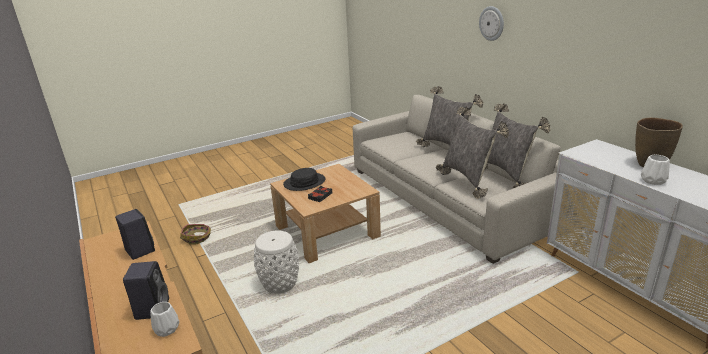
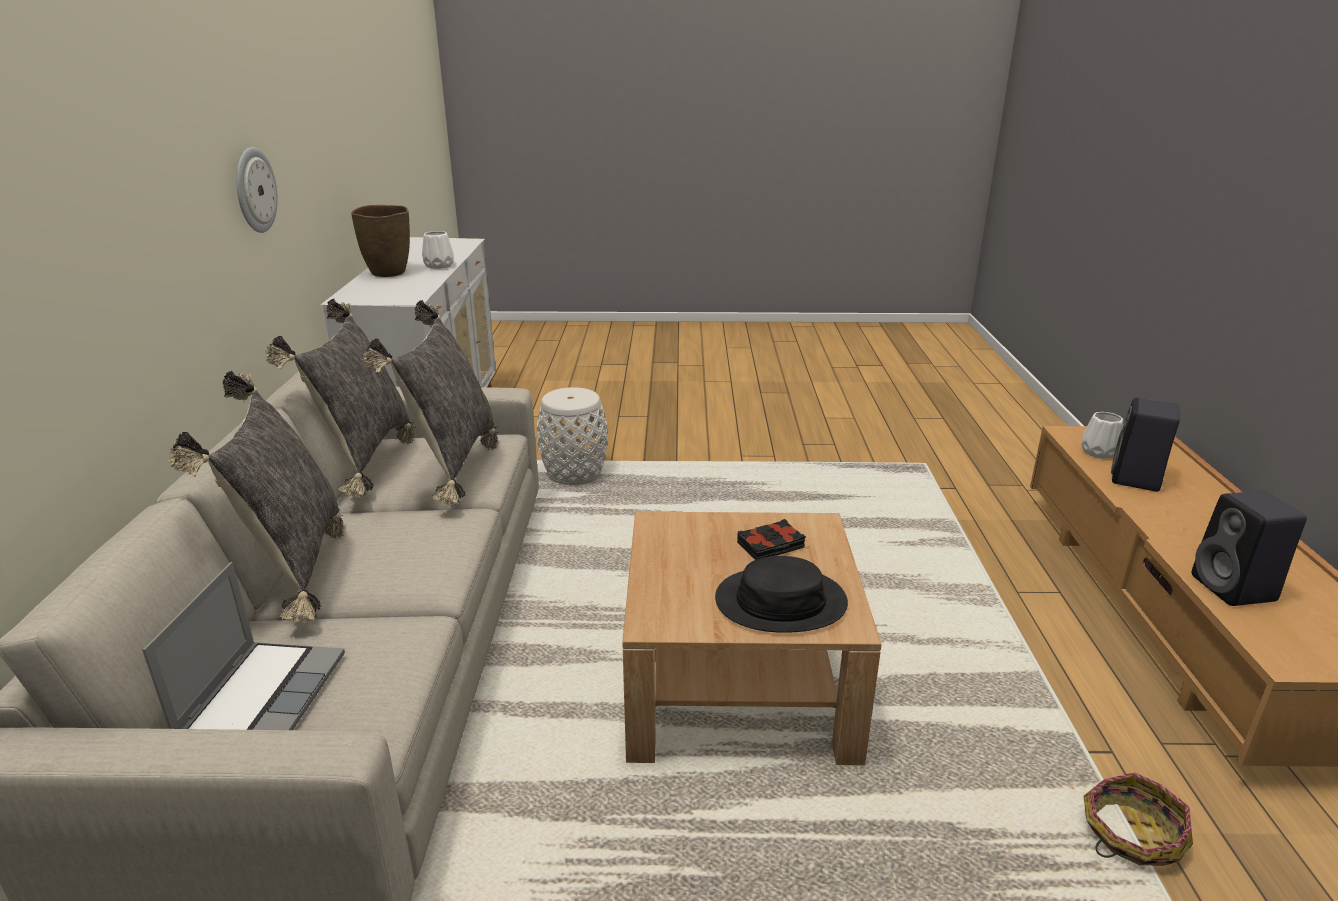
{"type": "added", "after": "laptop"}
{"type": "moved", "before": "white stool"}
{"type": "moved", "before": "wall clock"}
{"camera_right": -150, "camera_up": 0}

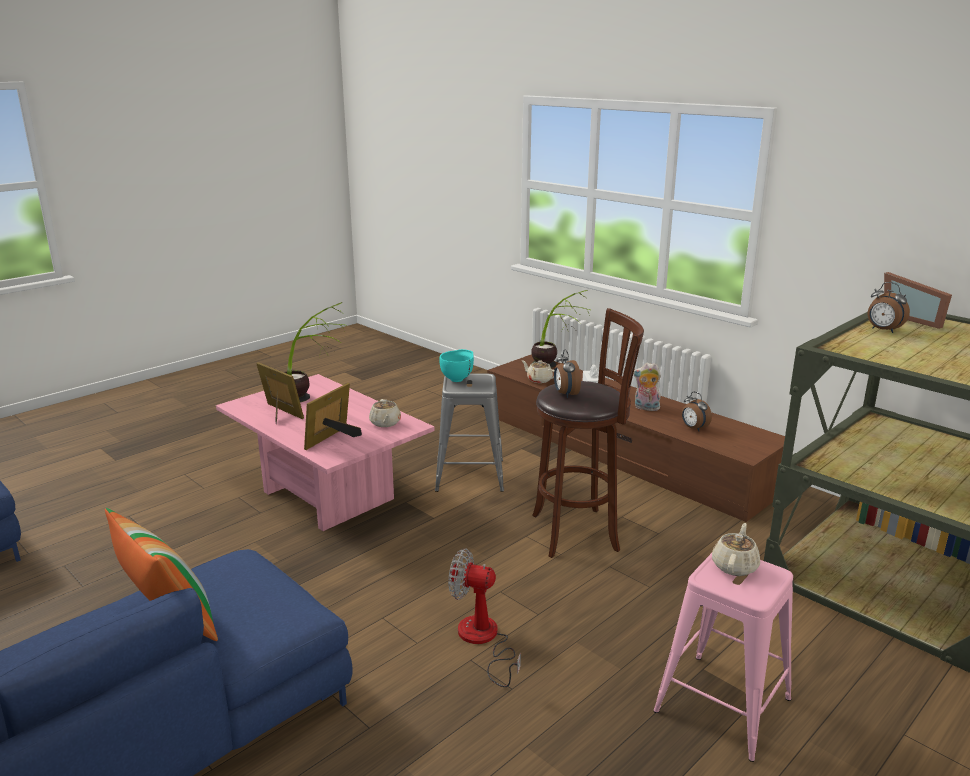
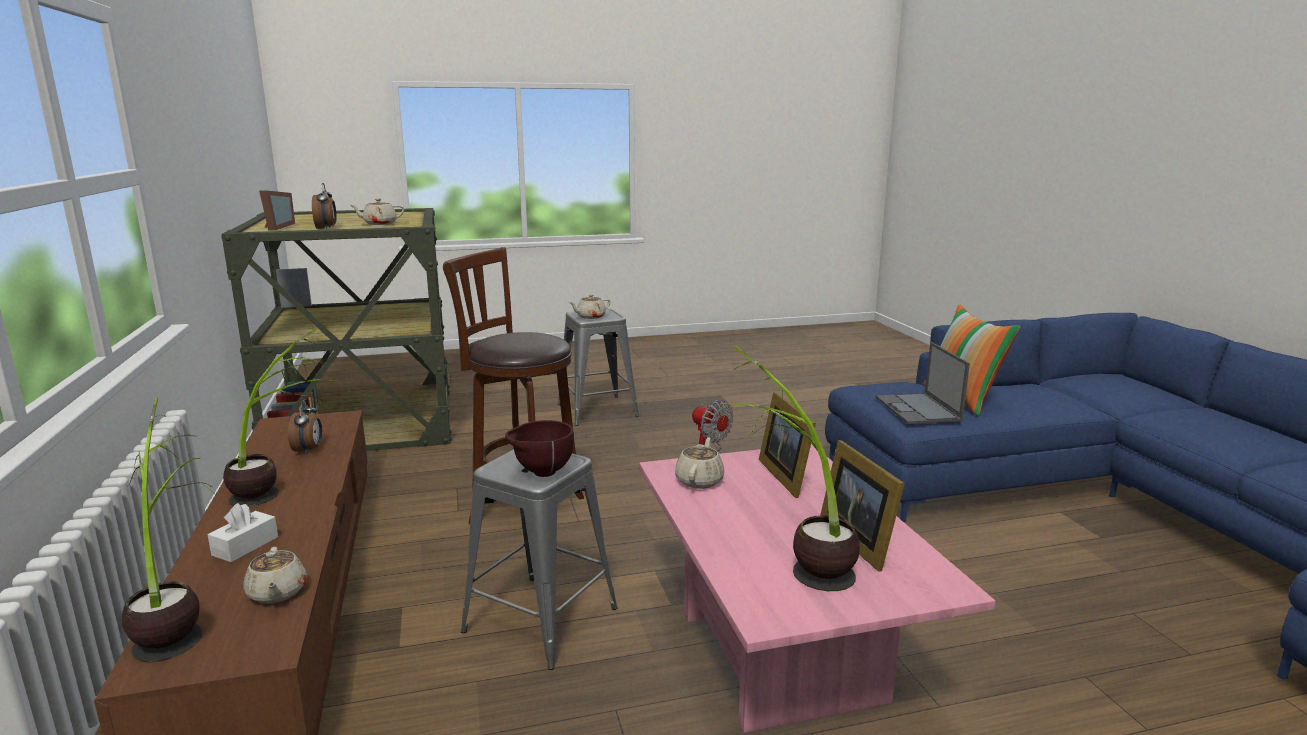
{"type": "removed", "before": "alarm clock (1st from left)"}
{"type": "added", "after": "beige teapot (2nd from left)"}
{"type": "added", "after": "laptop"}
{"type": "replaced", "before": "plush toy", "after": "potted plant (2nd from left)"}
{"type": "recoloured", "before": "turquoise bowl", "after": "brown bowl"}
{"type": "recoloured", "before": "pink stool", "after": "grey stool (2nd from left)"}
{"type": "turned", "before": "picture frame (2nd from left)", "turn": 105}
{"camera_right": -150, "camera_up": -5}

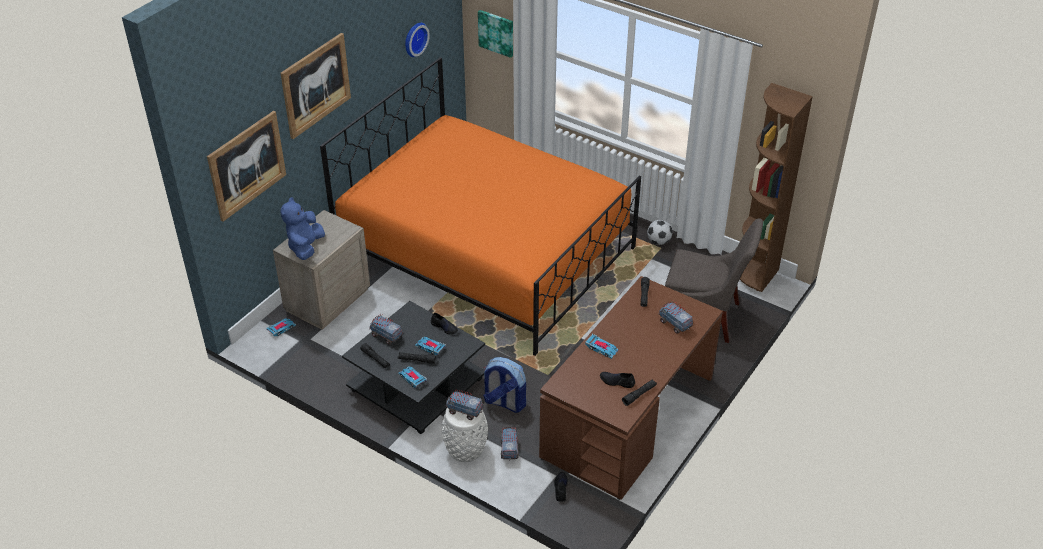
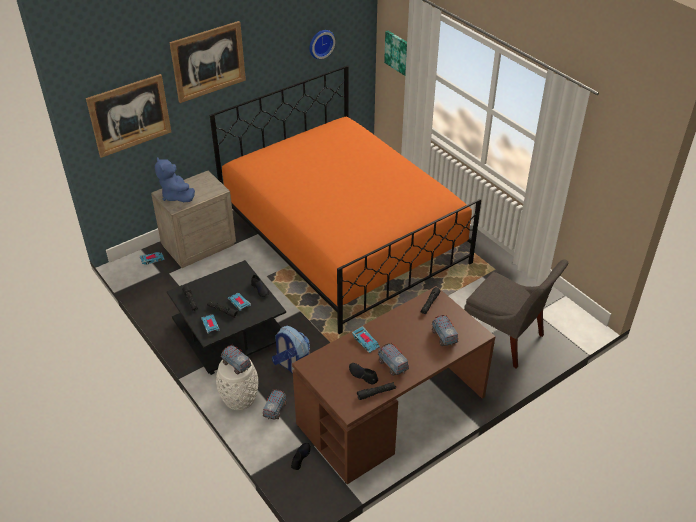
{"type": "removed", "before": "football"}
{"type": "removed", "before": "brown bookcase"}
{"type": "moved", "before": "toy truck (1st from left in the first image)", "after": "toy truck (3rd from left)"}
{"type": "turned", "before": "blue plush toy", "turn": -60}
{"camera_right": 20, "camera_up": 0}

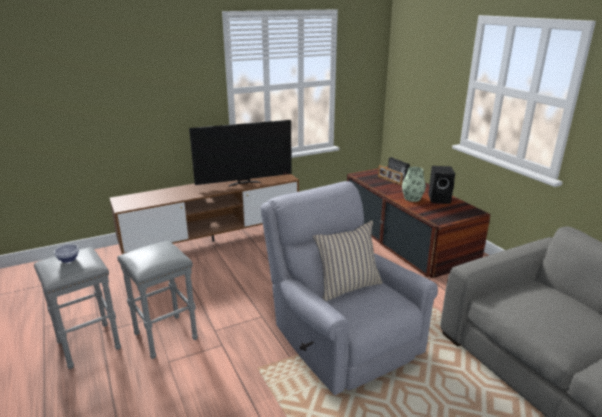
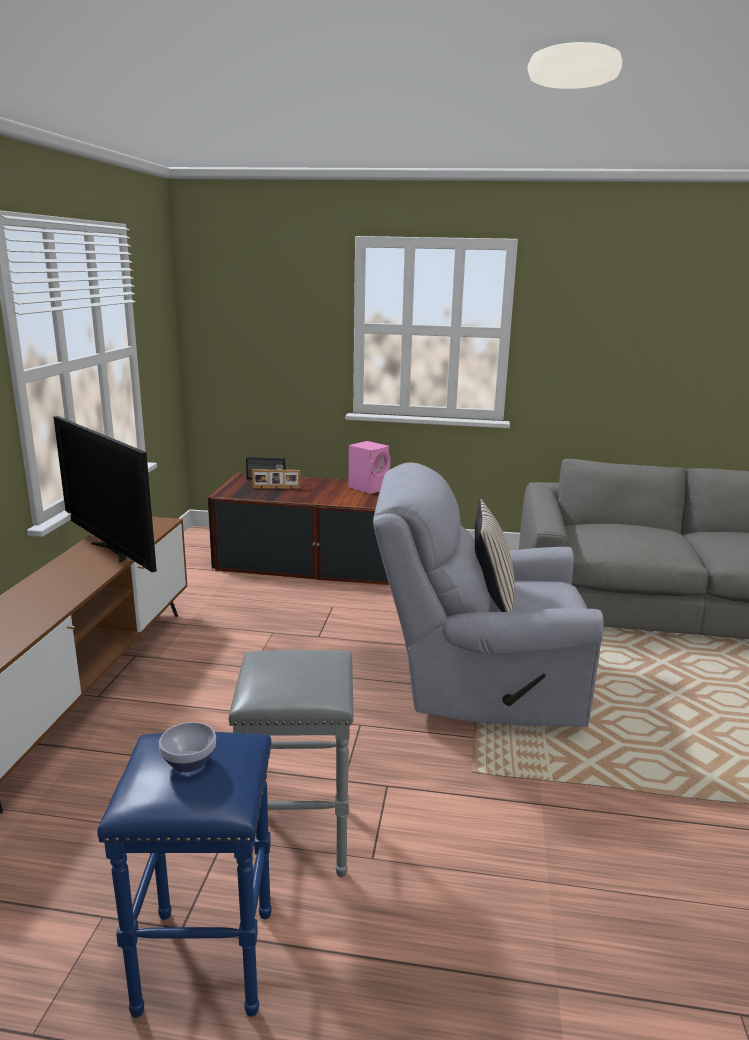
{"type": "removed", "before": "vase"}
{"type": "recoloured", "before": "grey stool (1st from left)", "after": "blue stool"}
{"type": "recoloured", "before": "black speaker", "after": "pink speaker"}
{"type": "turned", "before": "television", "turn": 120}
{"camera_right": -55, "camera_up": -5}

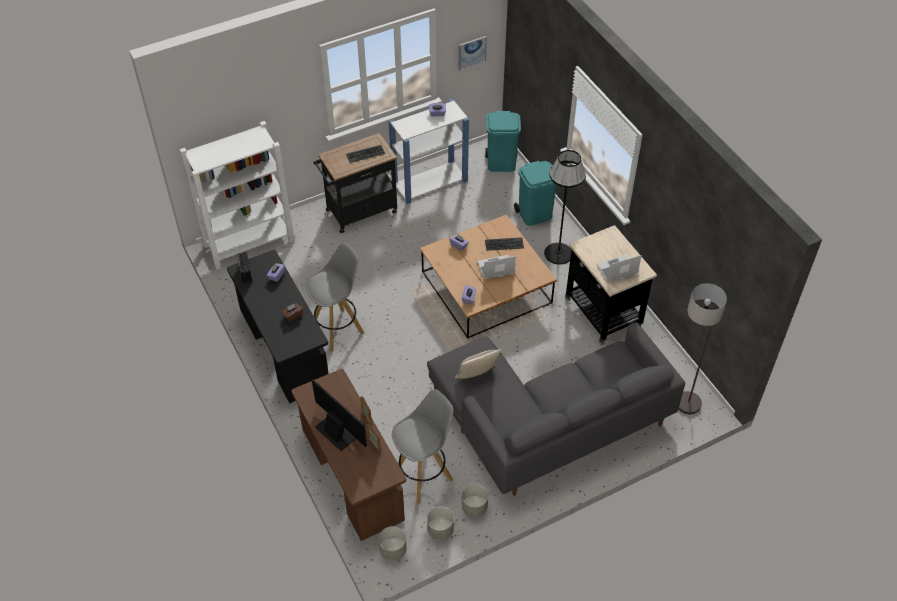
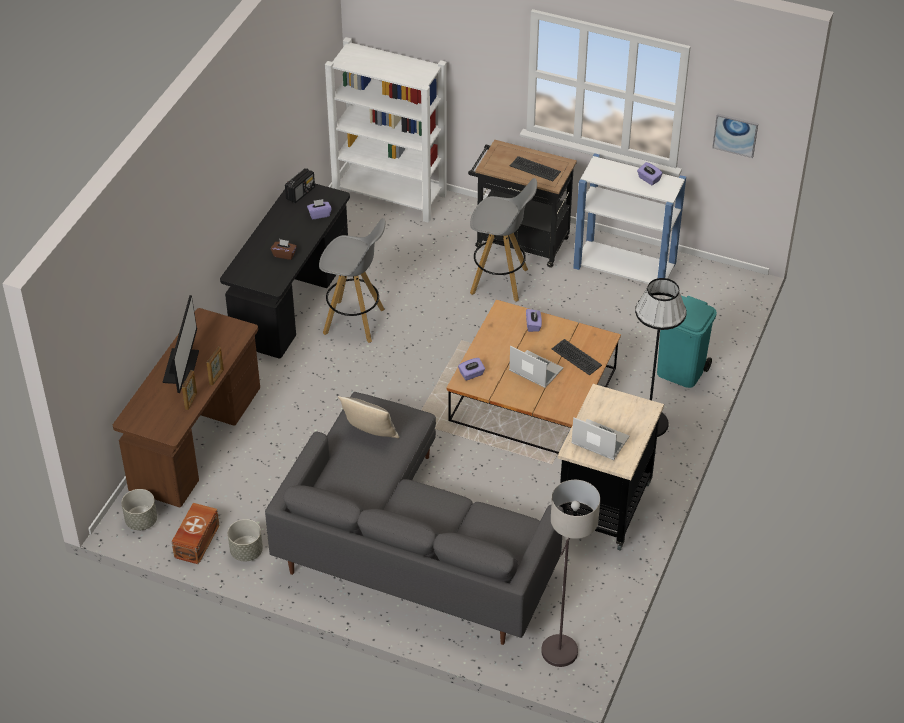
{"type": "removed", "before": "turquoise trash can (1st from left)"}
{"type": "moved", "before": "grey stool (2nd from left)"}
{"type": "replaced", "before": "grey planter (2nd from left)", "after": "brown storage box"}
{"camera_right": 50, "camera_up": -5}

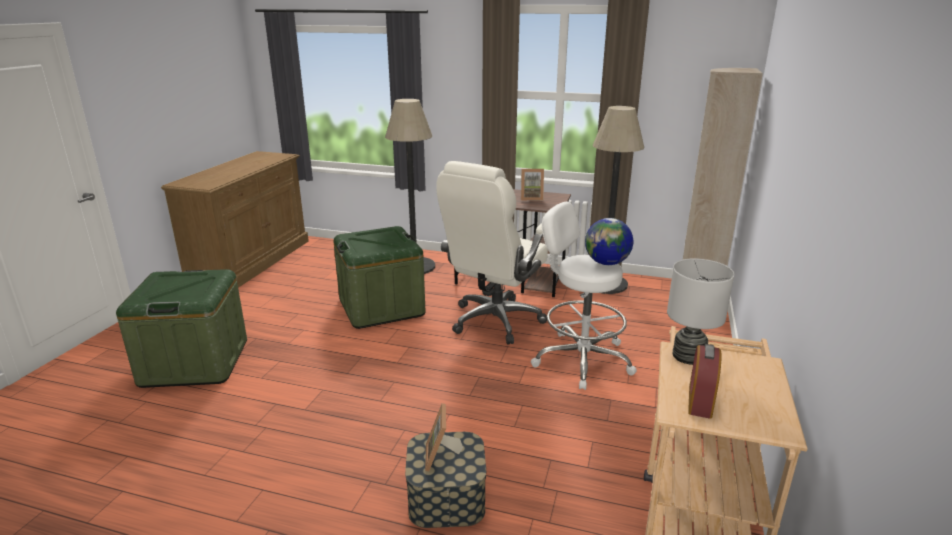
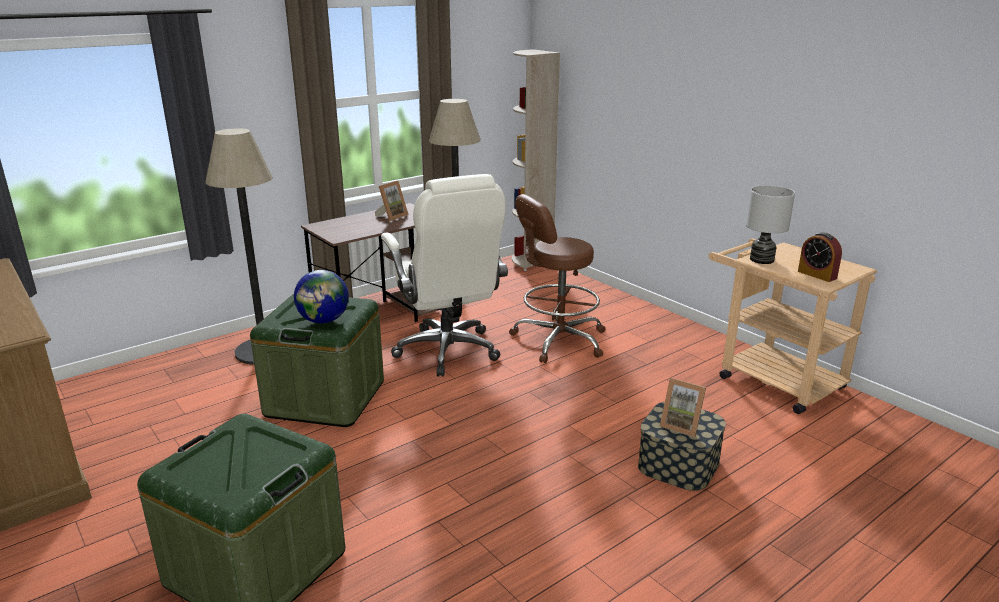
{"type": "moved", "before": "globe"}
{"type": "recoloured", "before": "white stool", "after": "brown stool"}
{"camera_right": -55, "camera_up": 0}

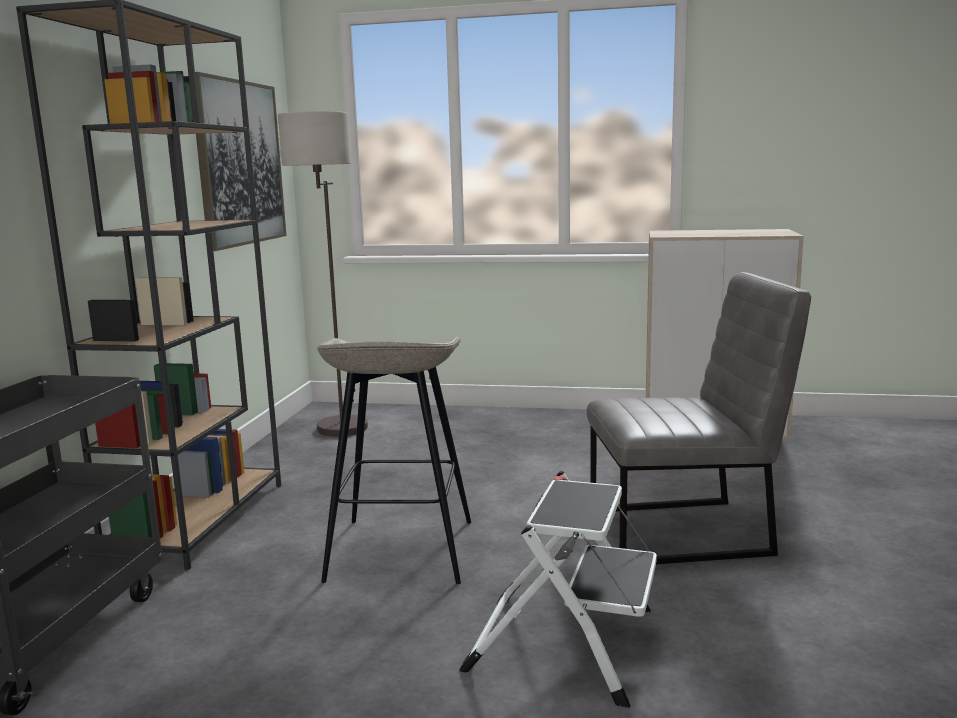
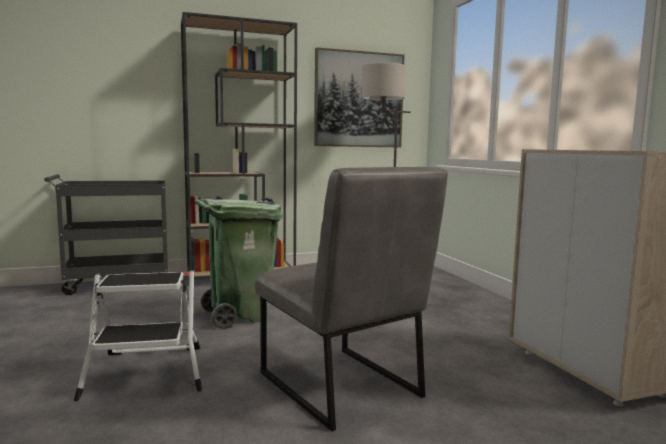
{"type": "replaced", "before": "grey stool", "after": "green trash can"}
{"camera_right": 60, "camera_up": -5}

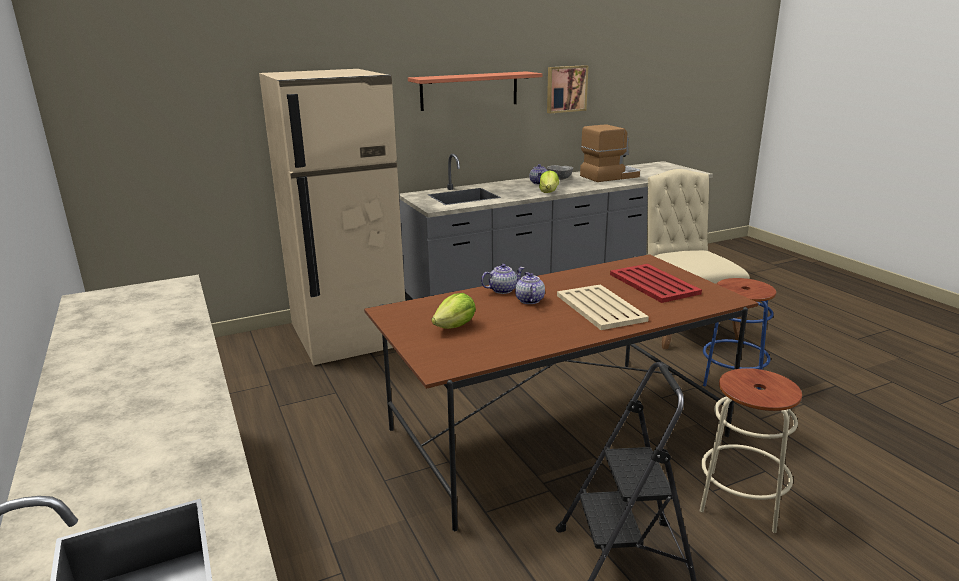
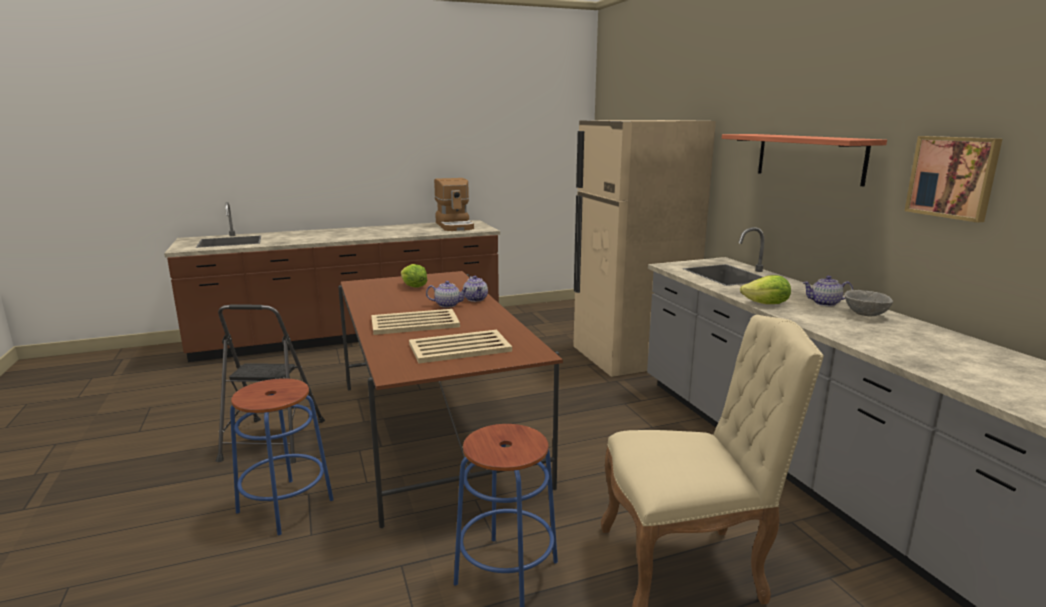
{"type": "moved", "before": "coffee machine"}
{"type": "recoloured", "before": "red tray", "after": "beige tray (2nd from left)"}
{"type": "recoloured", "before": "beige stool", "after": "blue stool (1st from left)"}
{"camera_right": 95, "camera_up": -5}

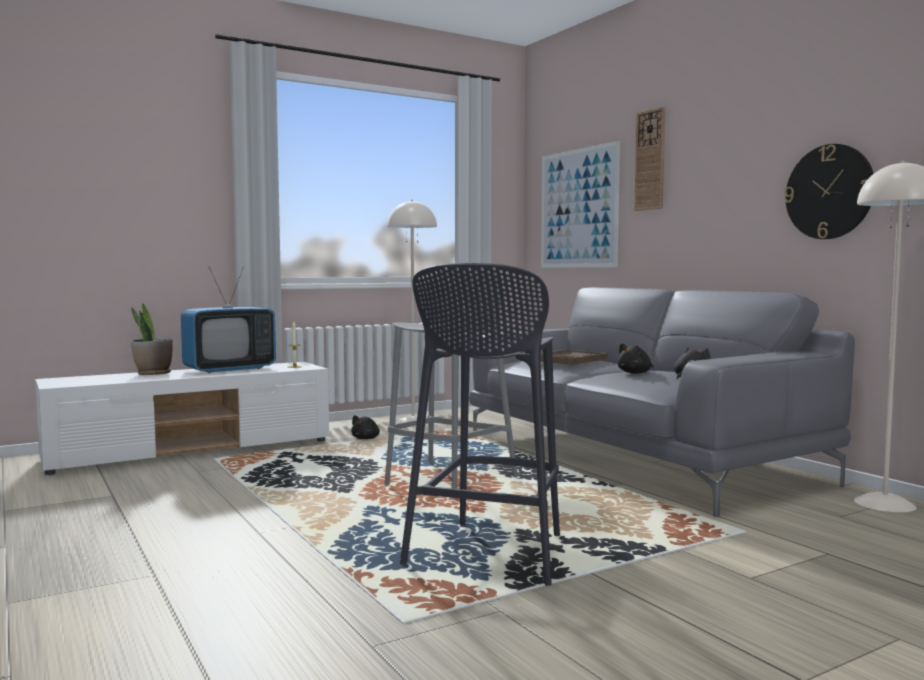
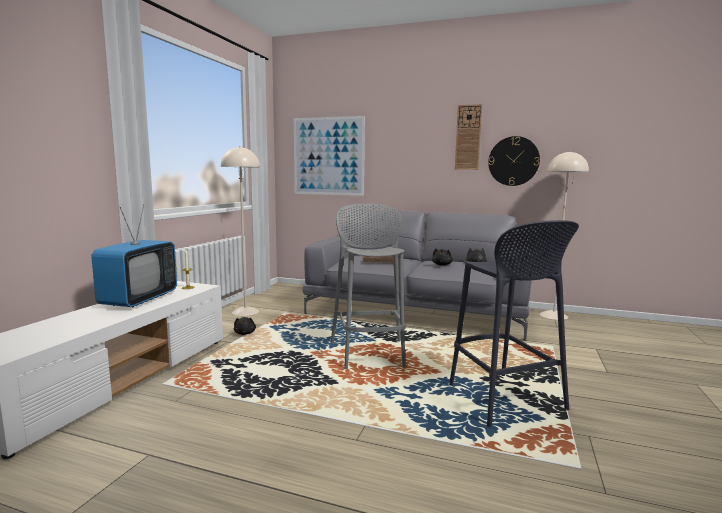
{"type": "removed", "before": "potted plant"}
{"type": "moved", "before": "wall clock (1st from left)"}
{"camera_right": -40, "camera_up": 5}

